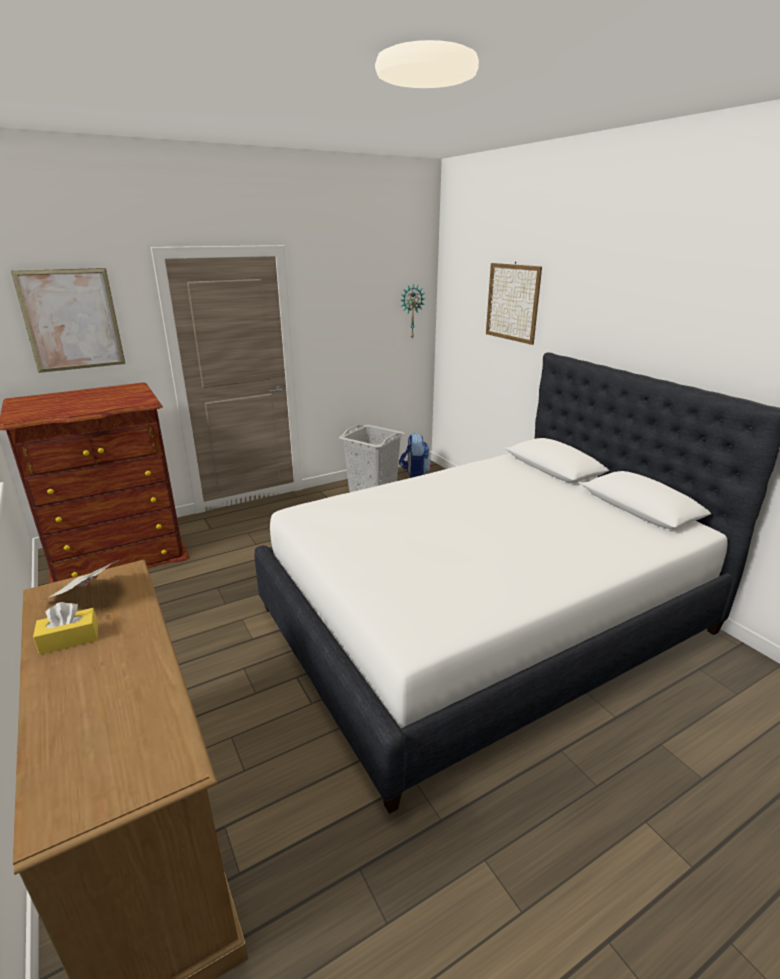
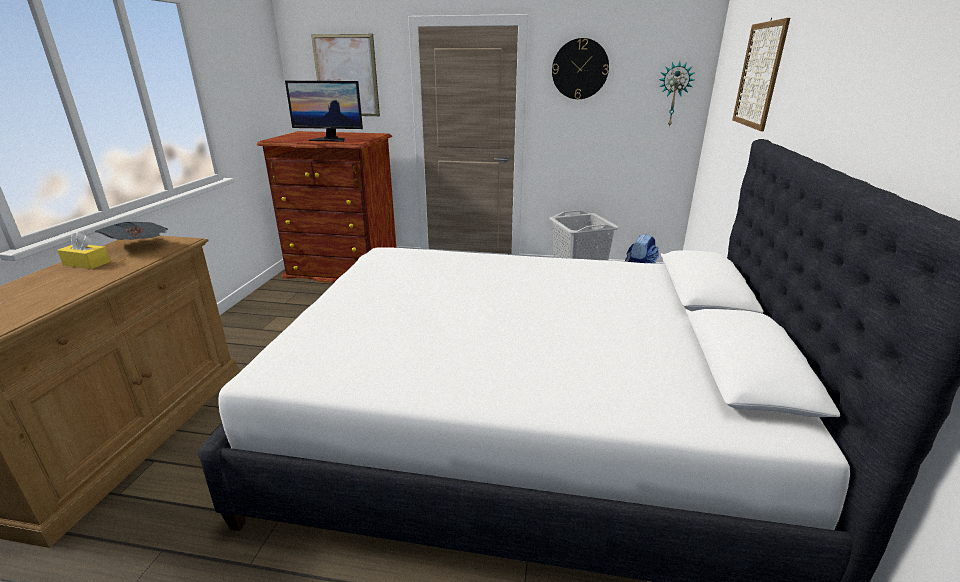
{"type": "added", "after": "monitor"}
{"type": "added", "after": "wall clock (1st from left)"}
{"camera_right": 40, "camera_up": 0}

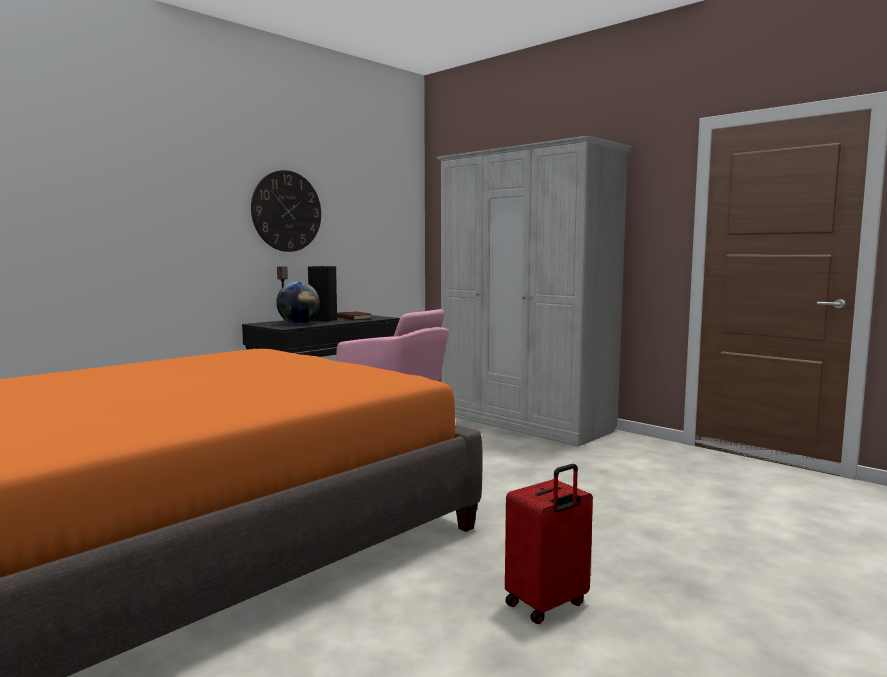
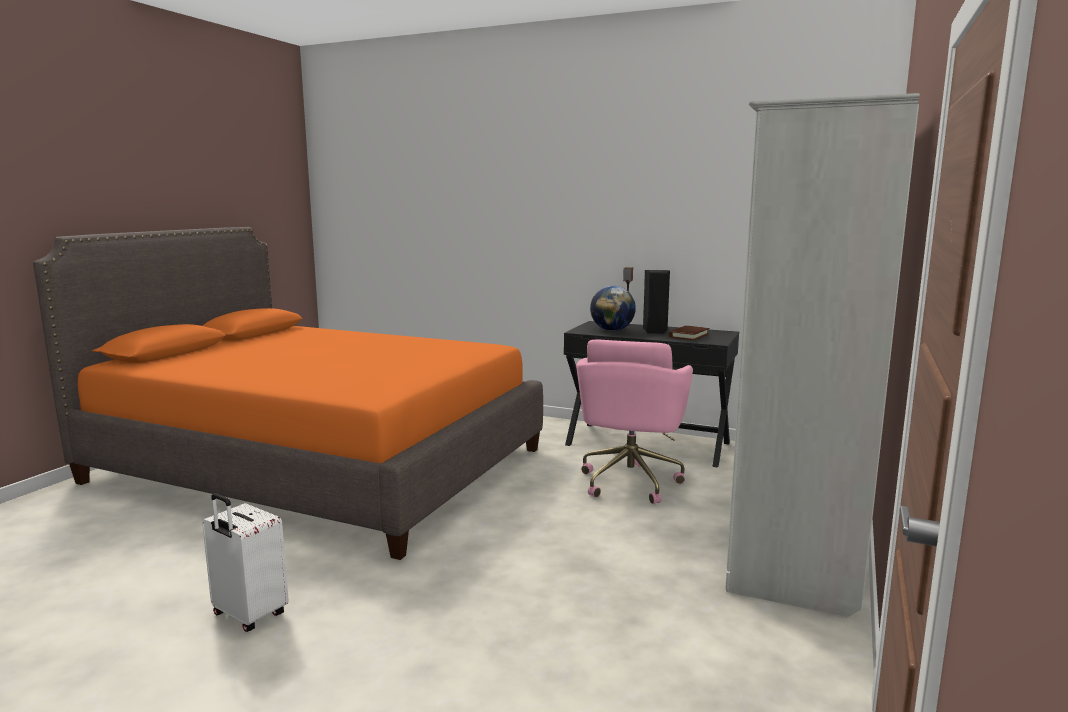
{"type": "removed", "before": "wall clock"}
{"type": "recoloured", "before": "red suitcase", "after": "white suitcase"}
{"camera_right": 70, "camera_up": 5}

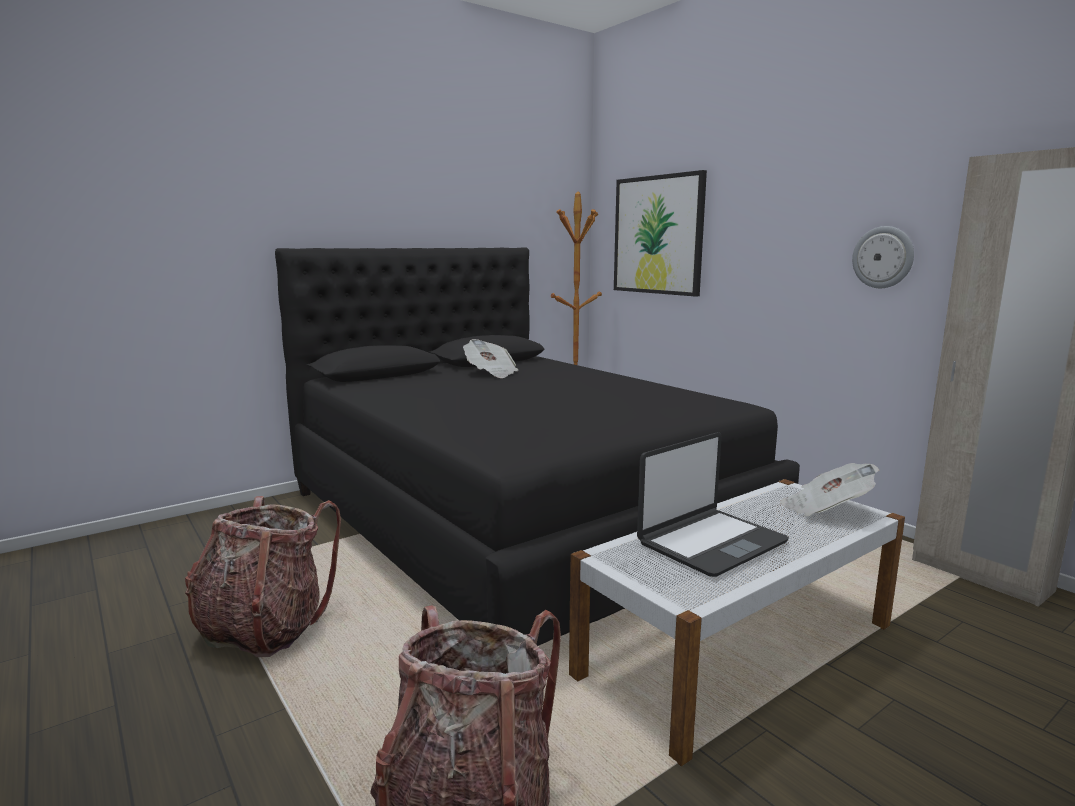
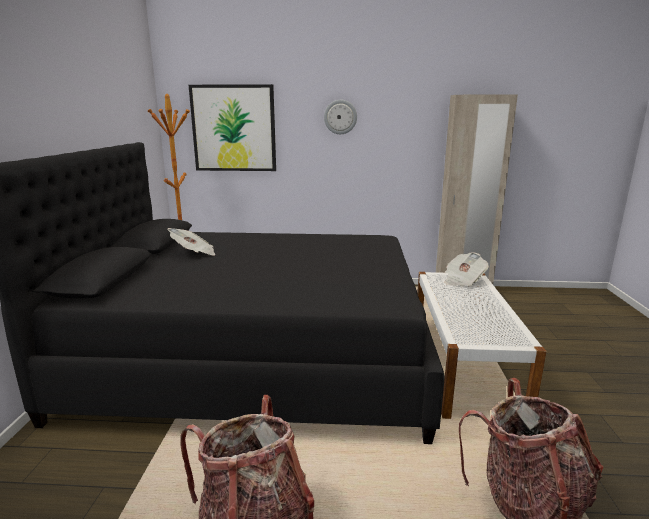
{"type": "removed", "before": "laptop"}
{"type": "moved", "before": "wall clock"}
{"camera_right": -50, "camera_up": 5}

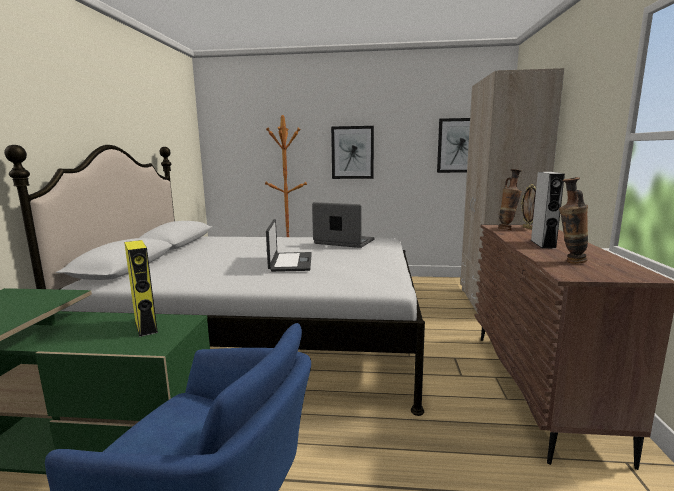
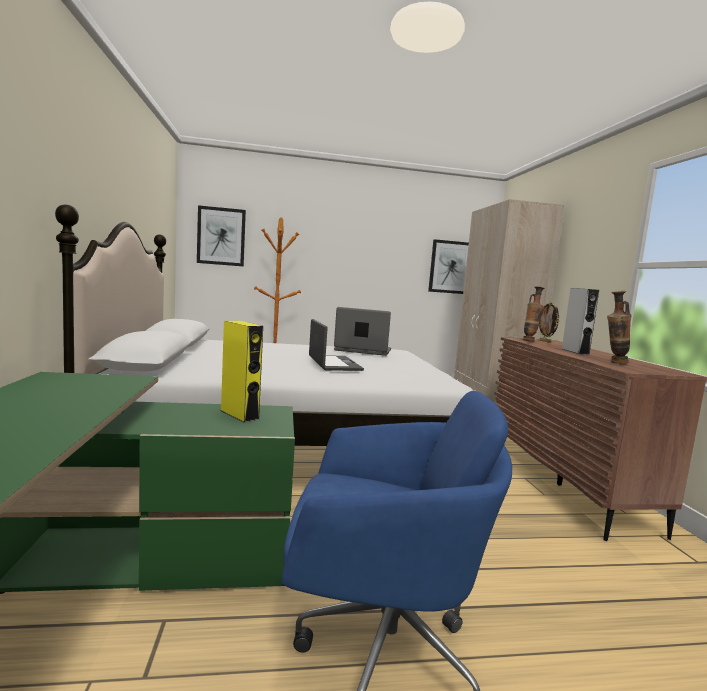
{"type": "moved", "before": "picture (1st from left)"}
{"camera_right": -15, "camera_up": -5}

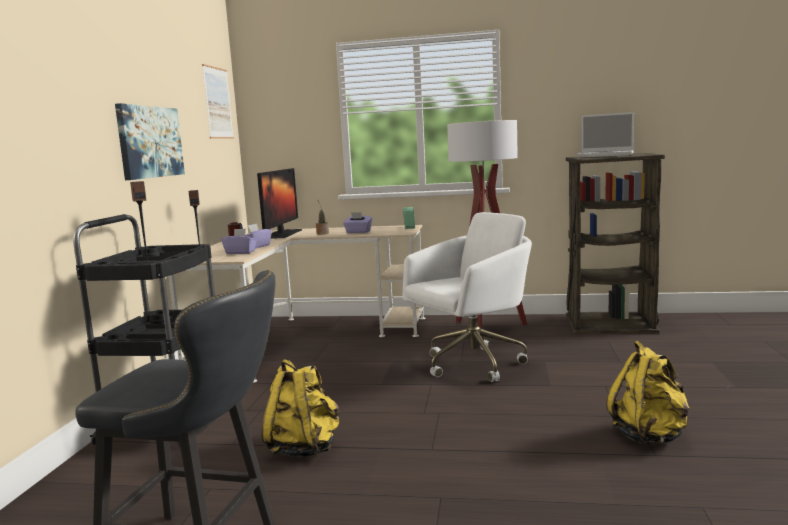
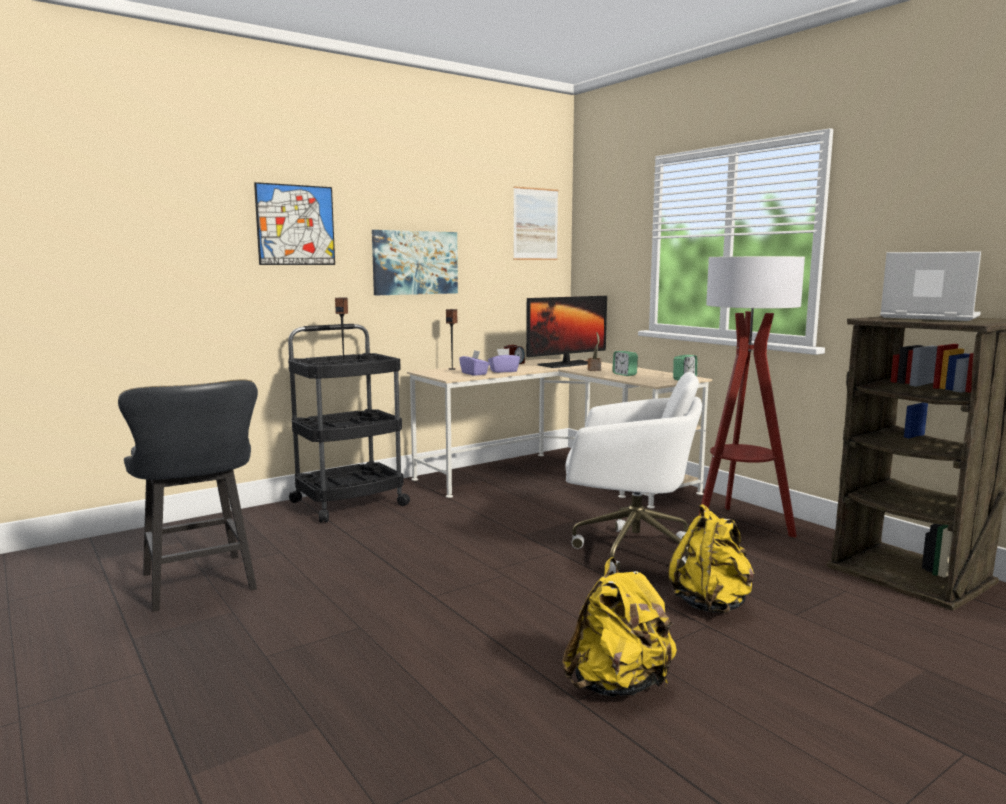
{"type": "added", "after": "picture (1st from left)"}
{"type": "moved", "before": "yellow backpack (1st from left in the first image)", "after": "yellow backpack (2nd from left)"}
{"type": "replaced", "before": "purple tissue box (3rd from left)", "after": "alarm clock (2nd from left)"}
{"type": "turned", "before": "laptop", "turn": 150}
{"camera_right": 45, "camera_up": 0}

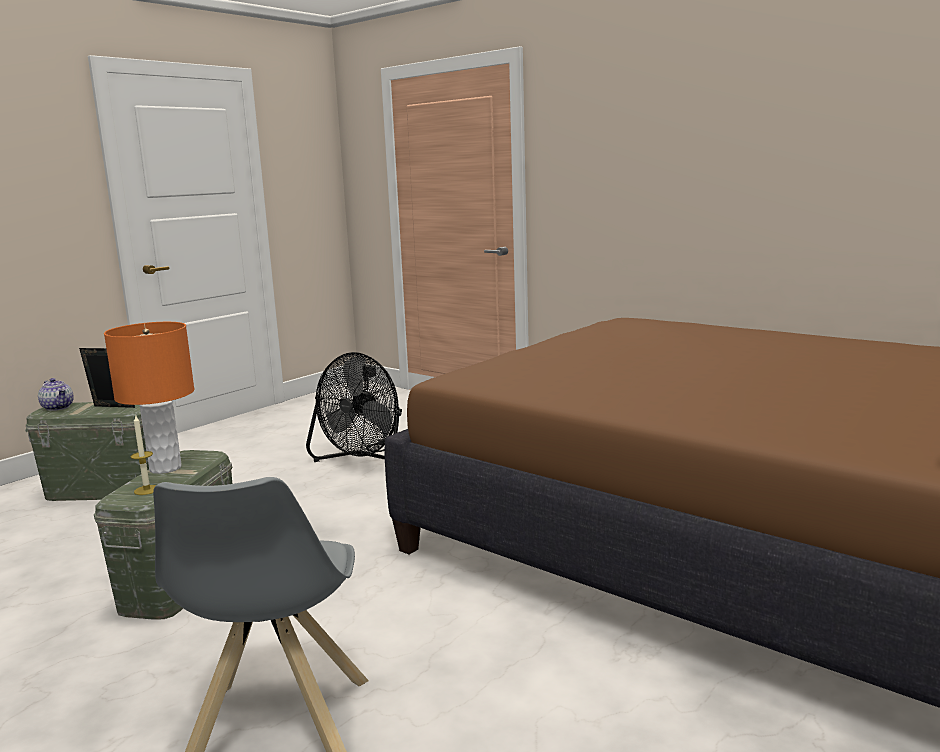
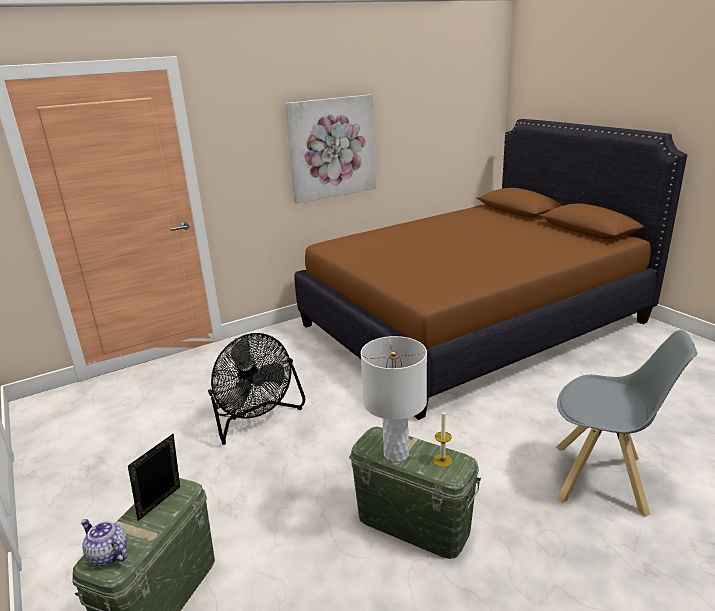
{"type": "added", "after": "picture"}
{"type": "recoloured", "before": "orange table lamp", "after": "white table lamp"}
{"type": "turned", "before": "teapot", "turn": -120}
{"camera_right": -70, "camera_up": 10}

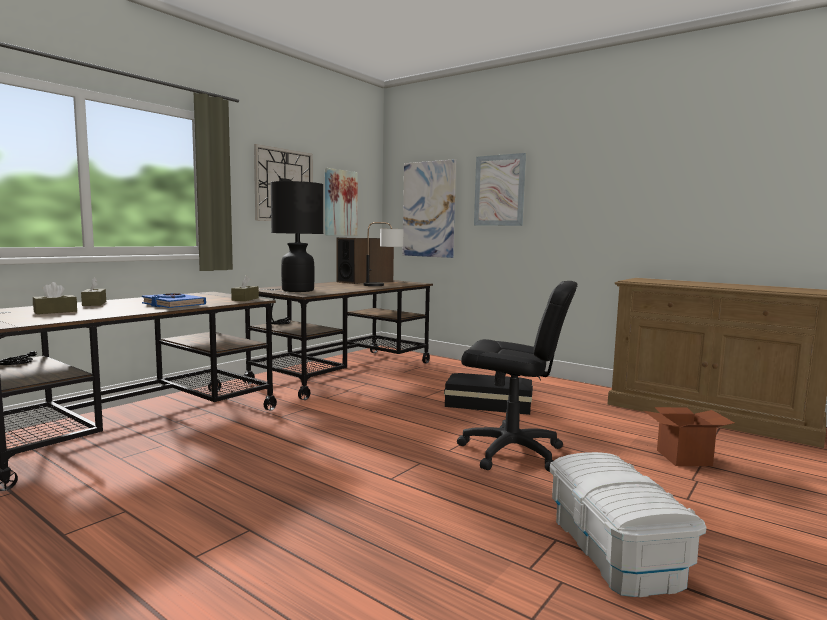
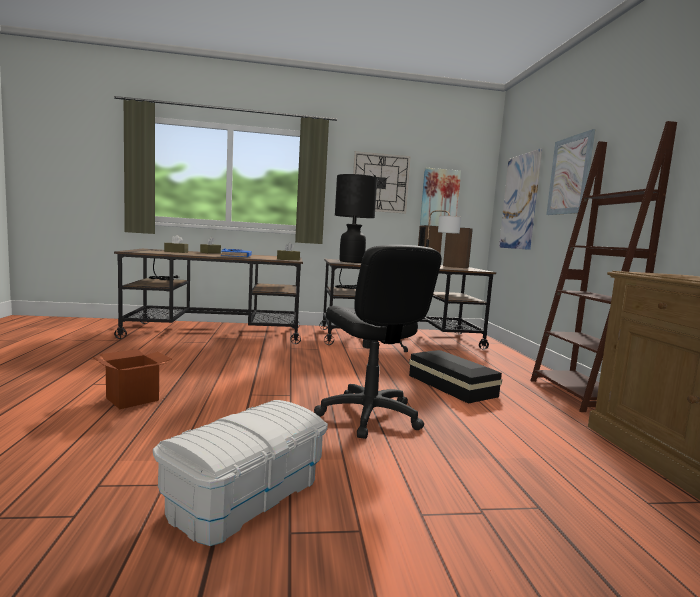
{"type": "added", "after": "brown bookcase"}
{"type": "moved", "before": "cardboard box"}
{"camera_right": 45, "camera_up": 0}

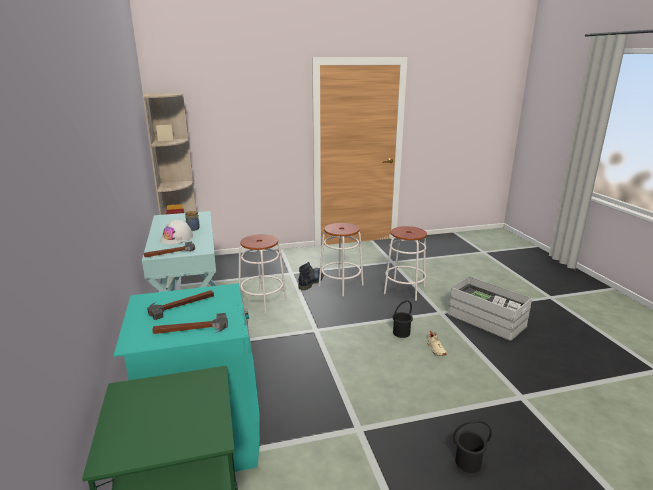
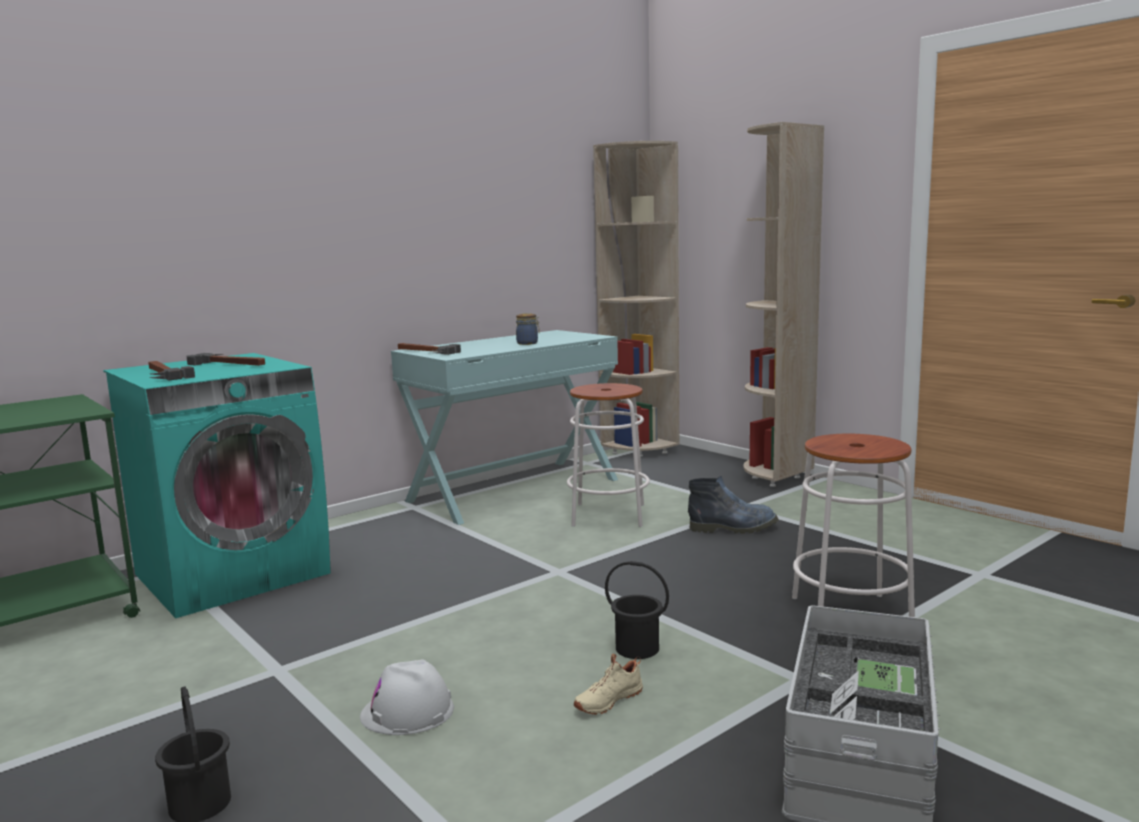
{"type": "removed", "before": "white stool (2nd from left)"}
{"type": "added", "after": "beige bookcase (2nd from left)"}
{"type": "moved", "before": "white hard hat"}
{"camera_right": 65, "camera_up": -10}

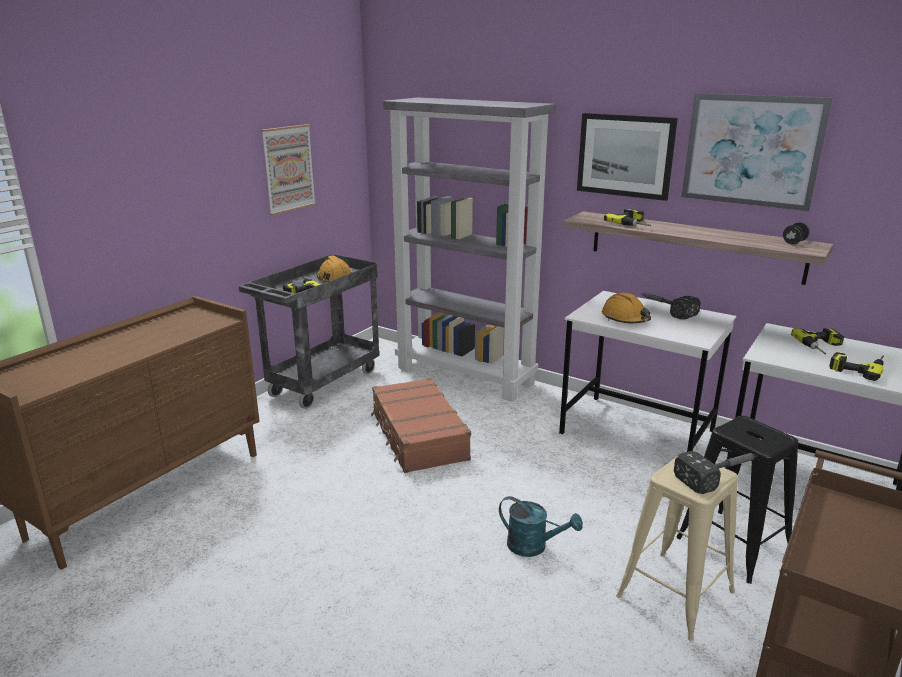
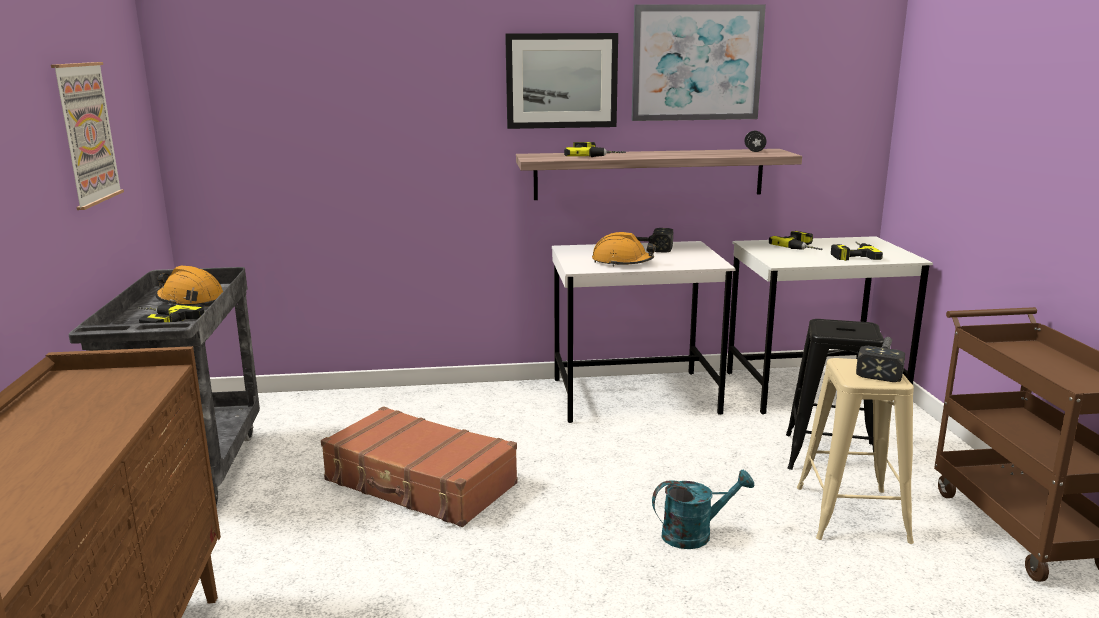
{"type": "removed", "before": "grey bookcase"}
{"camera_right": -40, "camera_up": -5}

